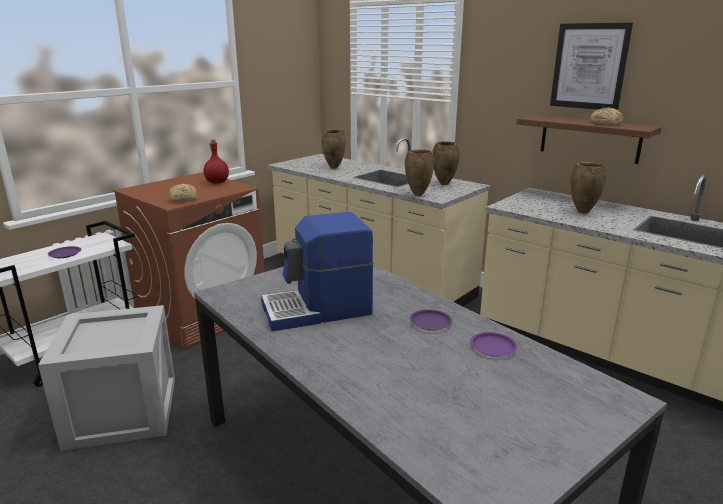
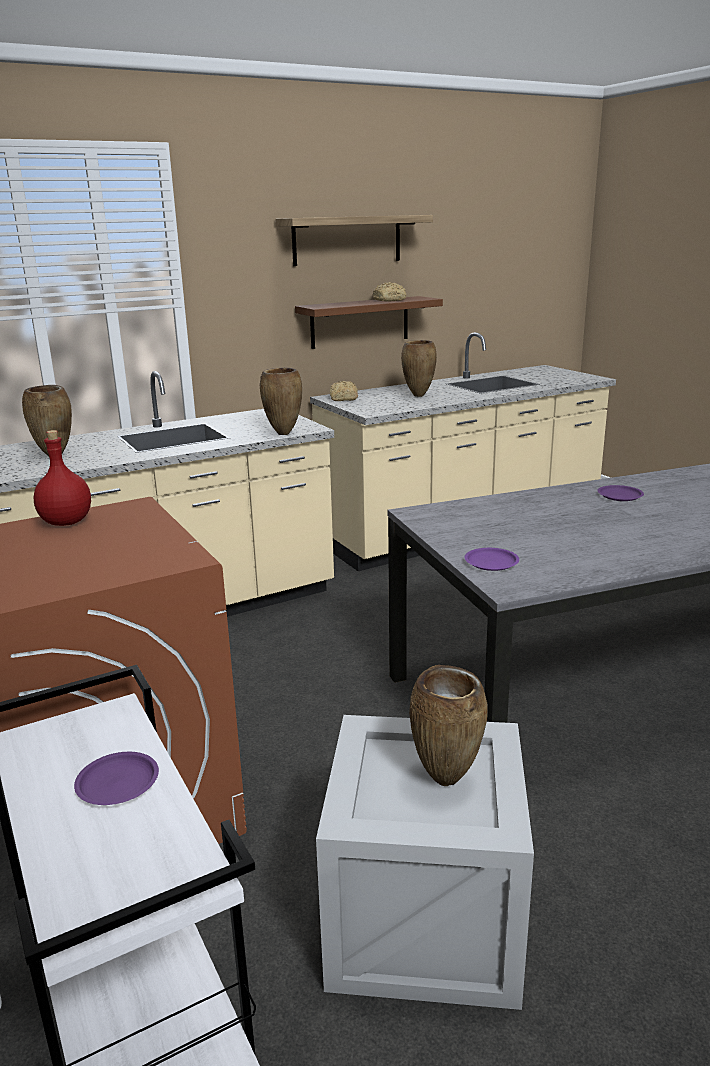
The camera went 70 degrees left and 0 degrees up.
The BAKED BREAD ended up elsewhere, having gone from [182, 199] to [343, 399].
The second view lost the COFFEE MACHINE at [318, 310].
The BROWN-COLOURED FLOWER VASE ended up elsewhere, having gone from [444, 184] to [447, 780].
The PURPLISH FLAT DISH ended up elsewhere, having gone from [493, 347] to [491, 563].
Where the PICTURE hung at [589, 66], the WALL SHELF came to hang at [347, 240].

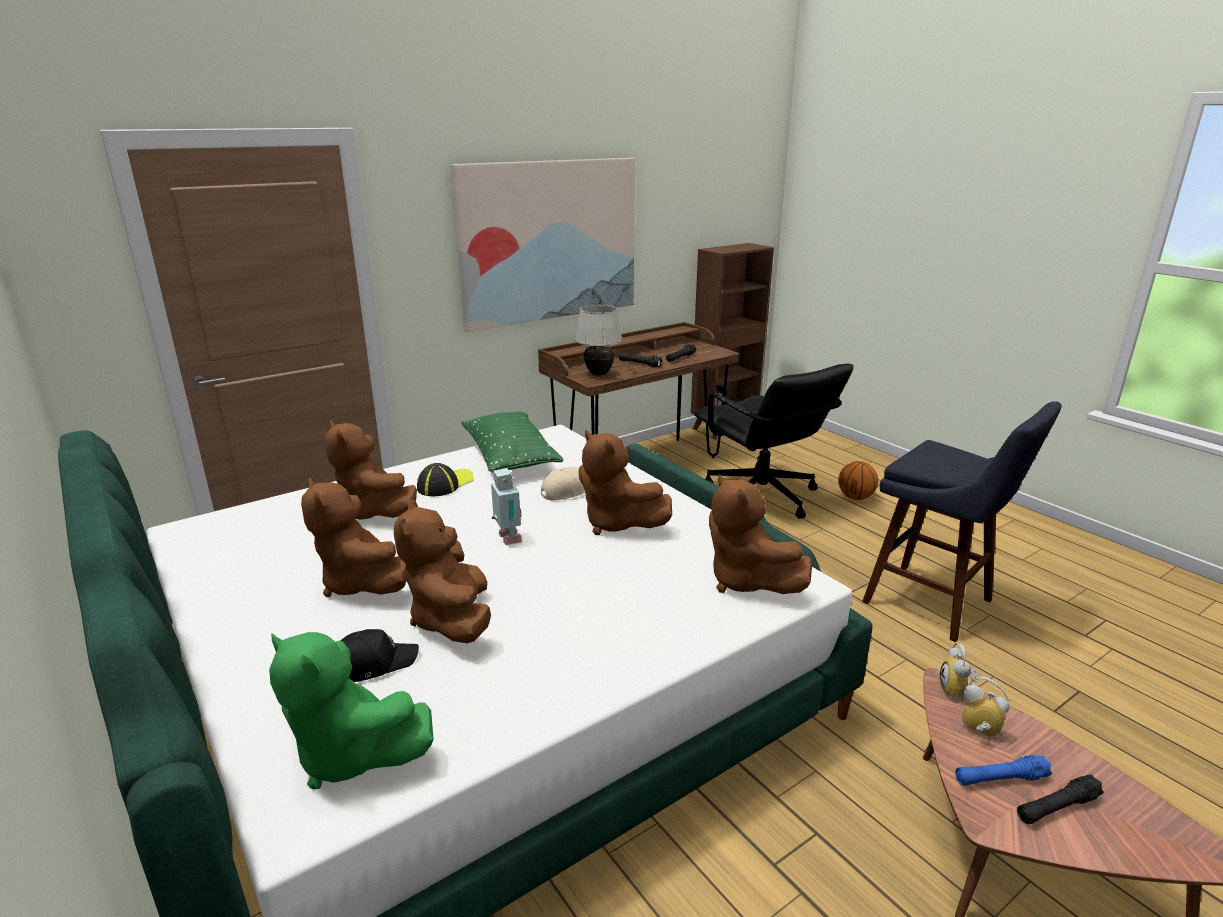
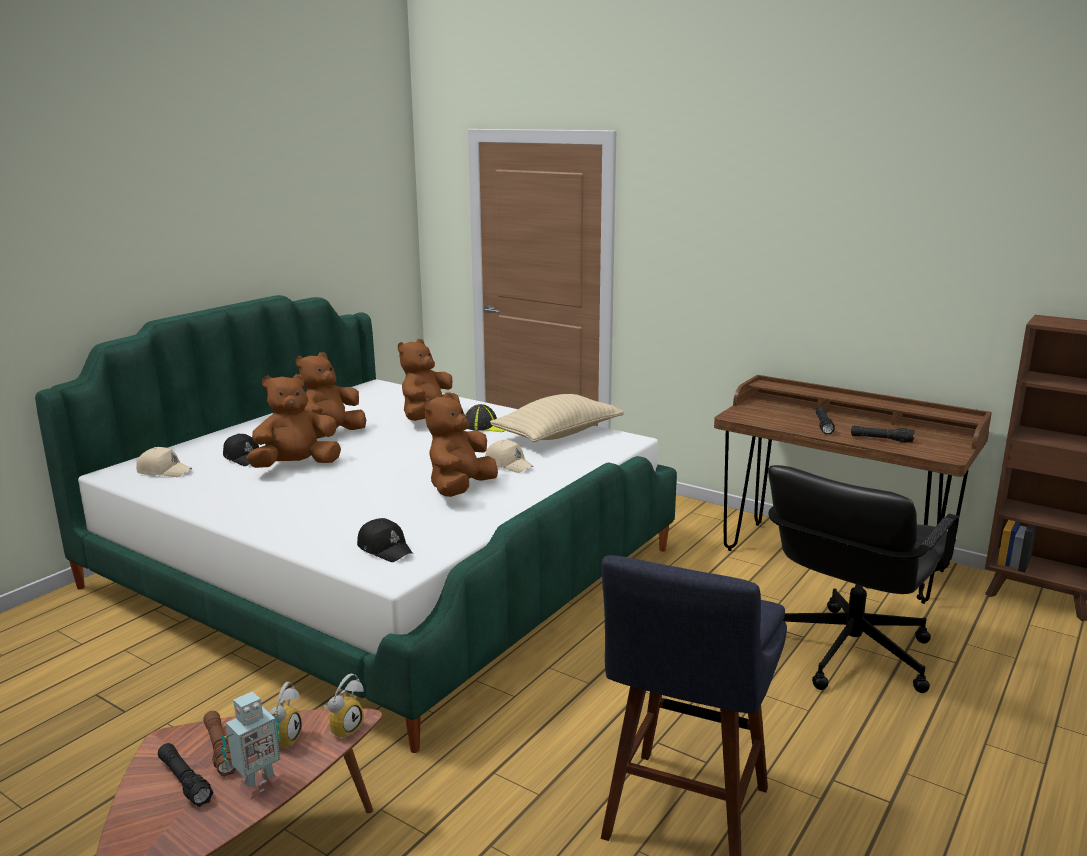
The camera went 70 degrees right and 5 degrees down.
Where the GREEN PLUSH TOY stood at [351, 754], the SAND-COLOURED BASEBALL CAP came to stand at [164, 471].
The second view lost the PICTURE at [549, 241].
What was the GREEN PILLOW at [510, 458] turned into the SAND-COLOURED PILLOW at [557, 435].
The TOY ROBOT ended up elsewhere, having gone from [508, 539] to [258, 785].
The second view lost the WHITISH TABLETOP LAMP at [598, 374].
Where the BROWN-COLOURED PLUSH TOY stood at [746, 581], the BLACKISH BASEBALL CAP came to stand at [385, 548].
The second view lost the BASKETBALL at [855, 497].
The TABLE CLOCK at [957, 692] ended up facing another way, 135 degrees clockwise from before.
What was the BLUE-COLOURED TORCH at [1000, 779] turned into the BROWN-COLOURED TORCH at [220, 749].

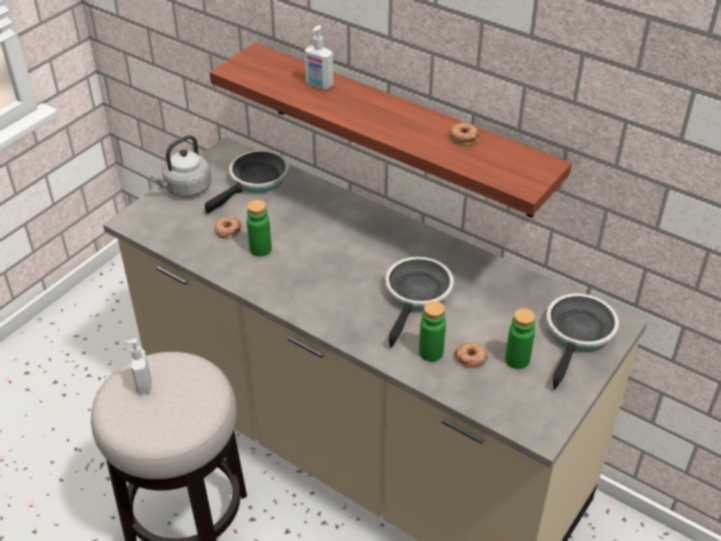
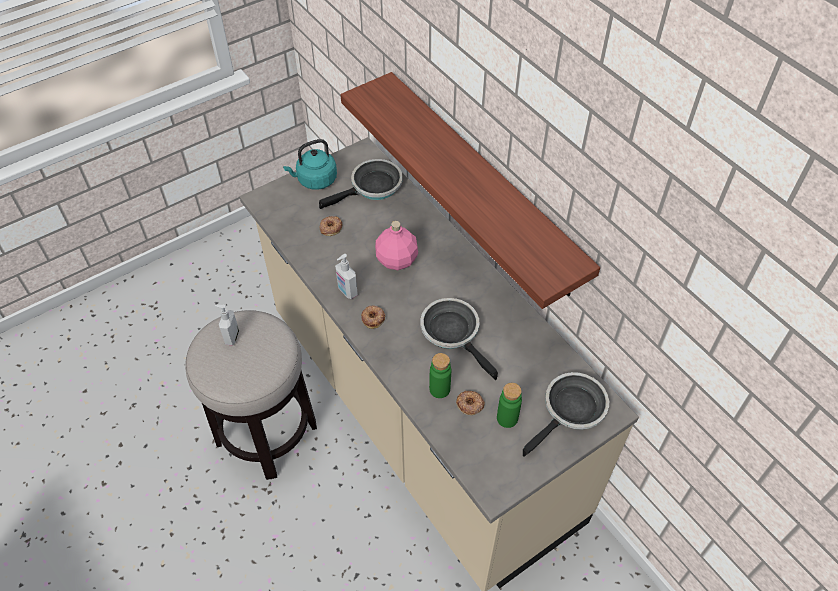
The camera went 20 degrees right and 10 degrees up.
What was the GREYISH WATER KETTLE at [186, 189] turned into the BLUE-GREEN WATER KETTLE at [315, 180].
The second view lost the GREEN BEVERAGE BOTTLE at [260, 249].
The SOAP BOTTLE ended up elsewhere, having gone from [319, 85] to [347, 291].
The SKILLET at [417, 295] ended up facing another way, 75 degrees counterclockwise from before.
The DOUGHNUT ended up elsewhere, having gone from [464, 137] to [373, 318].
The second view gained the PINK BEVERAGE BOTTLE at [397, 260].

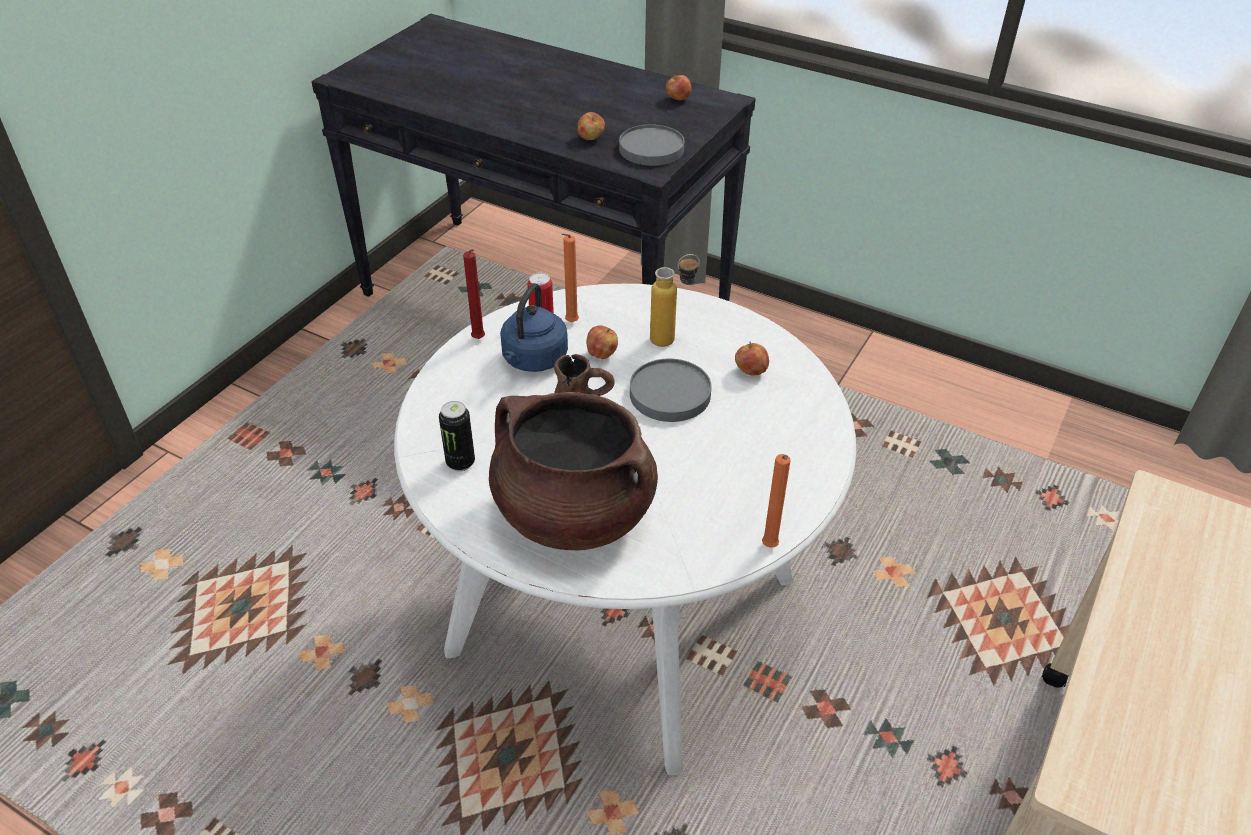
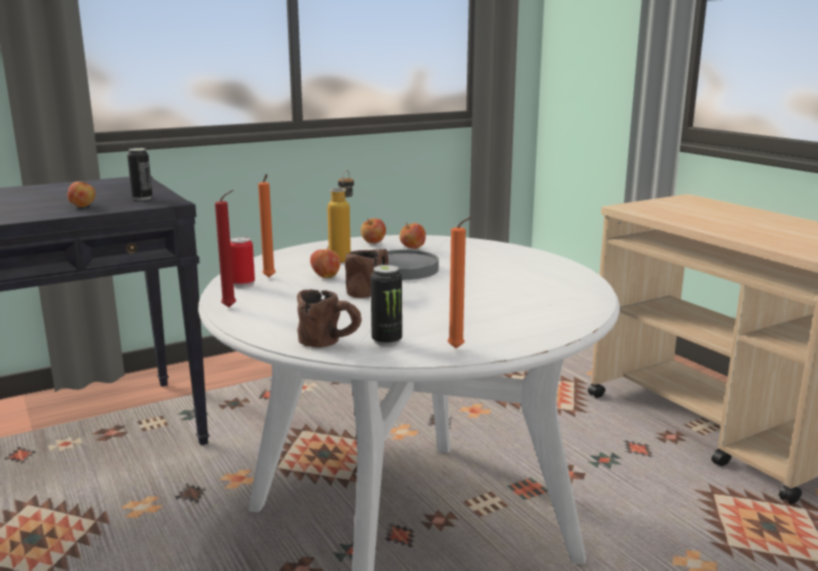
The camera went 60 degrees left and 25 degrees down.
The second view lost the BROWN-COLOURED SAUCEPOT at [573, 514].
The second view lost the BLUE-COLOURED WATER KETTLE at [533, 360].
Where the GREYISH FLAT DISH stood at [651, 149], the CAN came to stand at [142, 198].
The WHOLE APPLE ended up elsewhere, having gone from [678, 99] to [373, 243].
The ORANGE CANDLE ended up elsewhere, having gone from [769, 548] to [458, 349].
The second view gained the BROWN-COLOURED MUG at [331, 343].

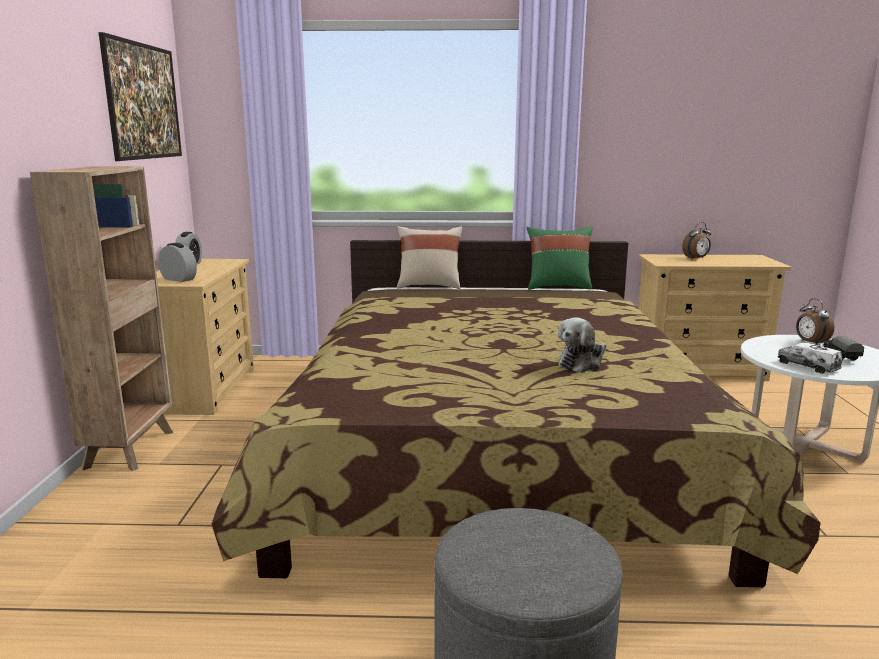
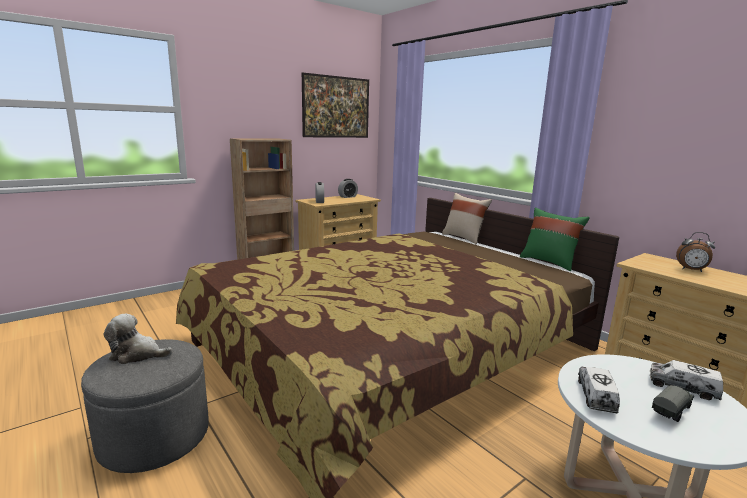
The camera went 50 degrees right and 0 degrees up.
The PLUSH TOY ended up elsewhere, having gone from [582, 363] to [137, 354].
Where the TABLE CLOCK stood at [810, 343], the MODEL TRUCK came to stand at [682, 387].

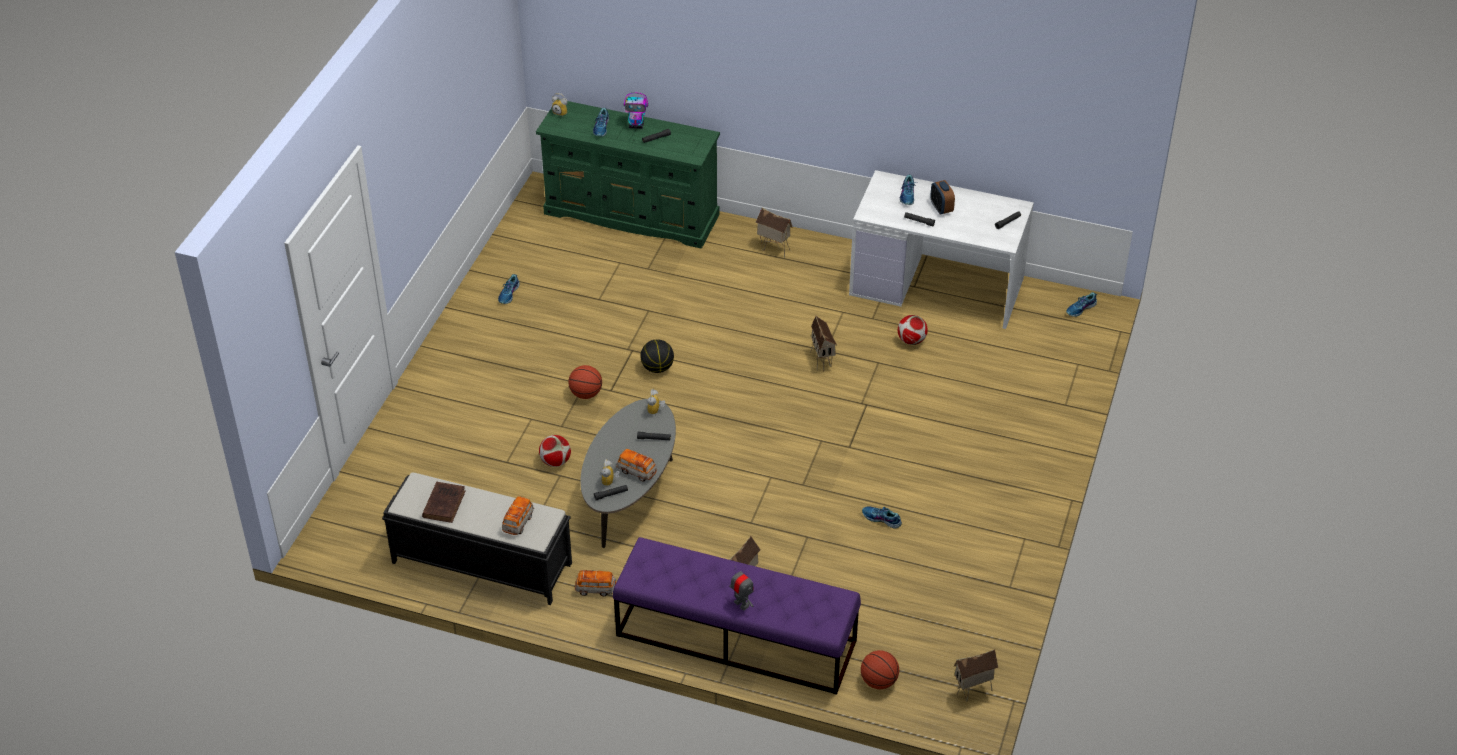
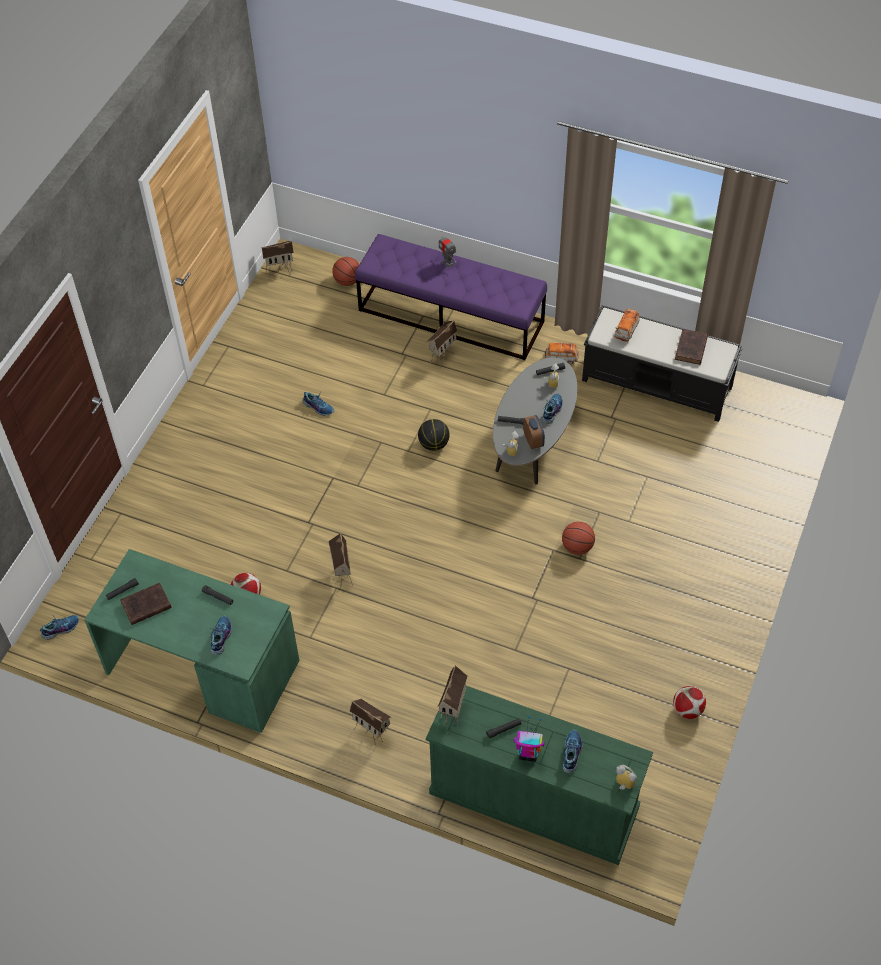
The camera went 175 degrees left and 10 degrees up.
The ITEM OF FOOTWEAR ended up elsewhere, having gone from [509, 294] to [551, 410].
The BALL FOR FOOTBALL ended up elsewhere, having gone from [555, 461] to [687, 710].
The second view lost the TOY CAR at [636, 471].
The BASKETBALL ended up elsewhere, having gone from [657, 368] to [434, 444].
What was the WHITISH DESK at [938, 286] turned into the GREEN DESK at [201, 668].
The TABLE CLOCK ended up elsewhere, having gone from [941, 208] to [533, 440].
The second view gained the BROWN-COLOURED BOUND BOOK at [145, 606].
The second view gained the MINIATURE HOUSE at [453, 710].

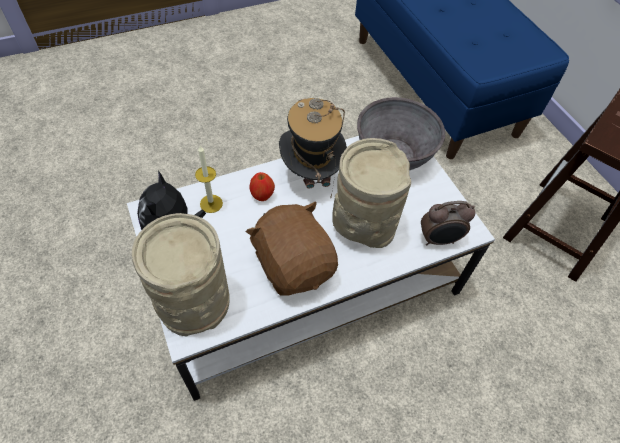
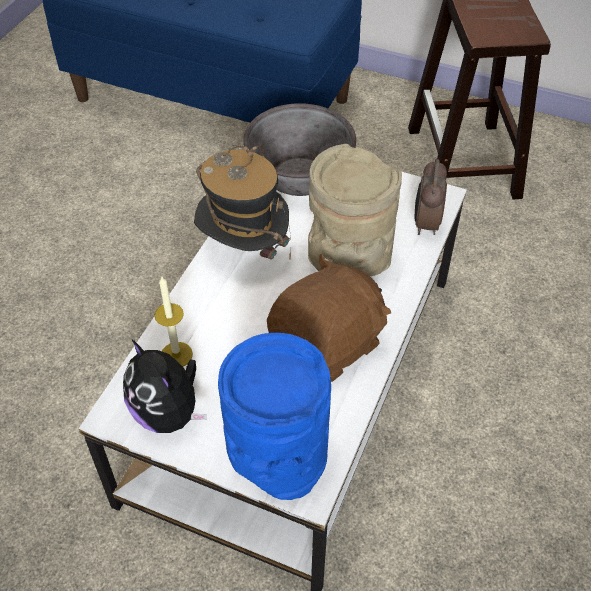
The camera went 40 degrees left and 5 degrees down.
What was the SAND-COLOURED FLOWER VASE at [194, 301] turned into the BLUE-COLOURED FLOWER VASE at [276, 456].
The BROWN-COLOURED PLUSH TOY at [293, 264] ended up facing another way, 120 degrees clockwise from before.
The second view lost the WHOLE APPLE at [262, 195].
The TABLE CLOCK at [439, 240] ended up facing another way, 150 degrees clockwise from before.

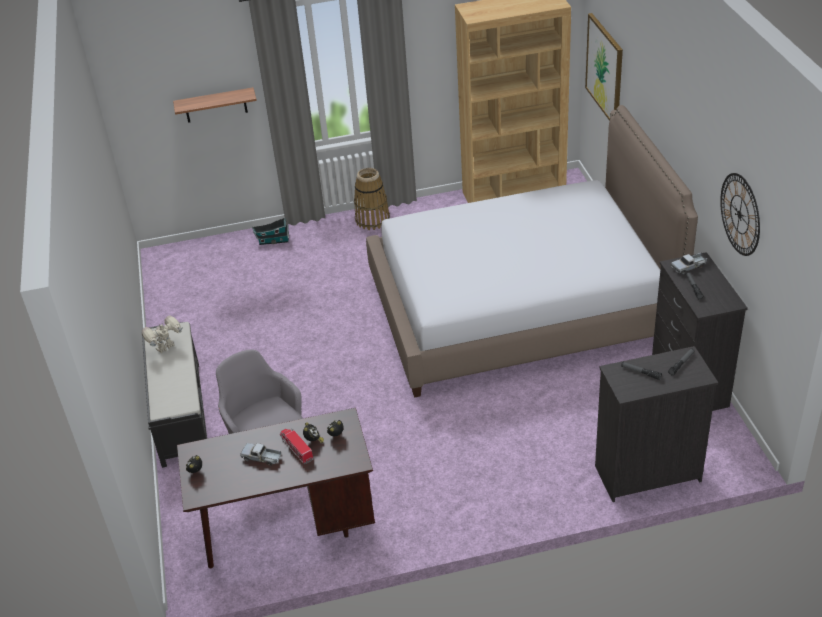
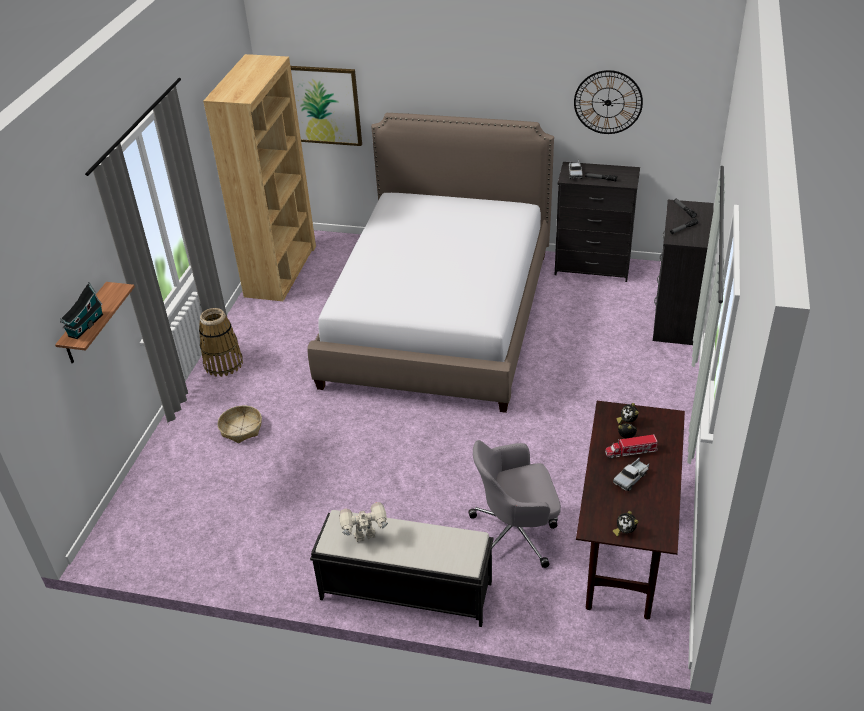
The camera went 65 degrees left and 0 degrees up.
The TOY ROBOT at [166, 348] ended up facing another way, 90 degrees clockwise from before.
The MINIATURE HOUSE ended up elsewhere, having gone from [272, 241] to [84, 326].
The second view gained the BASKET at [241, 429].

